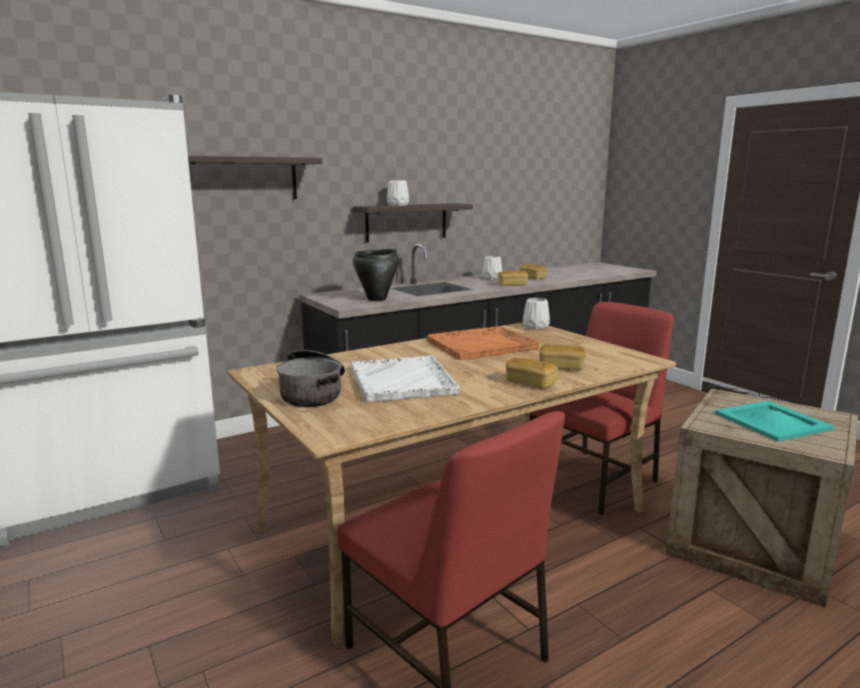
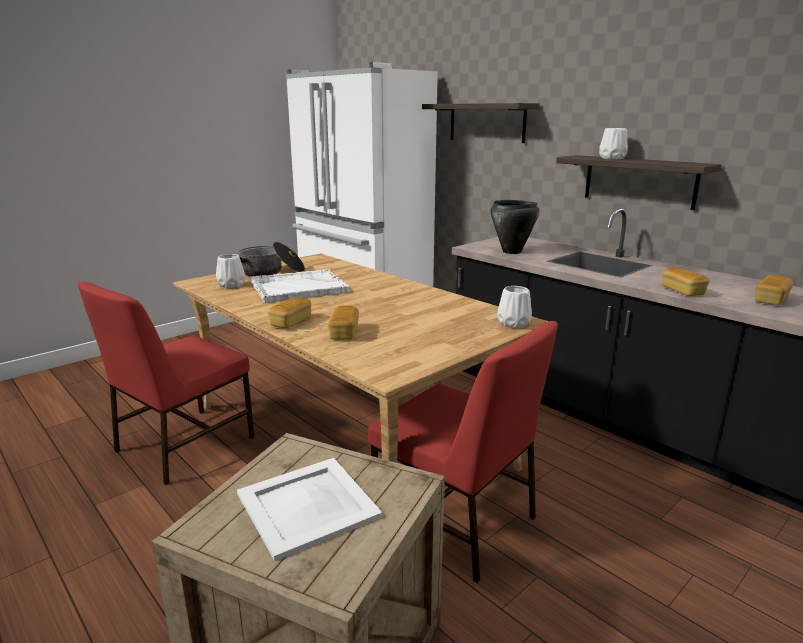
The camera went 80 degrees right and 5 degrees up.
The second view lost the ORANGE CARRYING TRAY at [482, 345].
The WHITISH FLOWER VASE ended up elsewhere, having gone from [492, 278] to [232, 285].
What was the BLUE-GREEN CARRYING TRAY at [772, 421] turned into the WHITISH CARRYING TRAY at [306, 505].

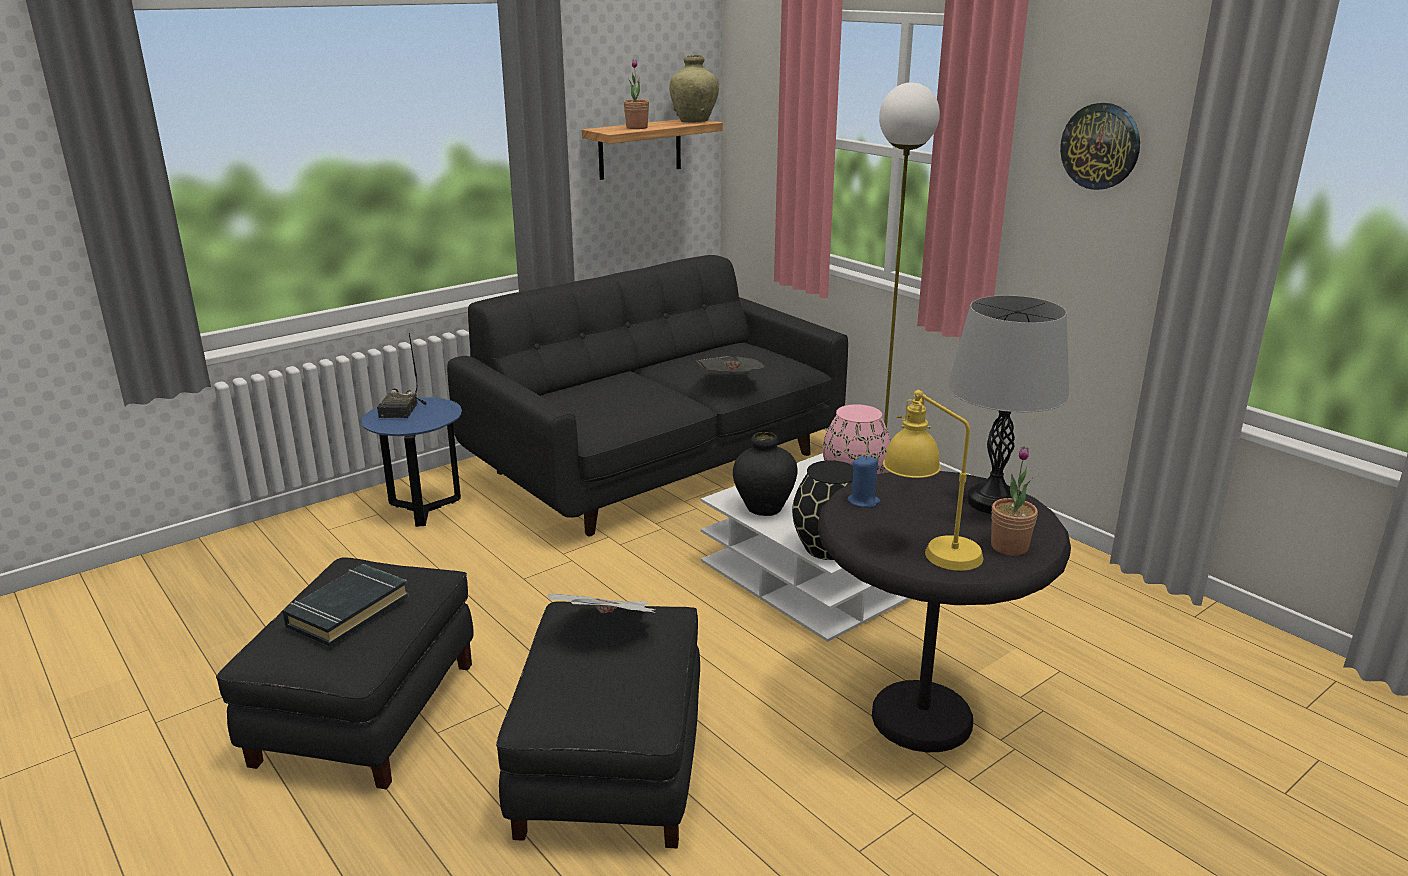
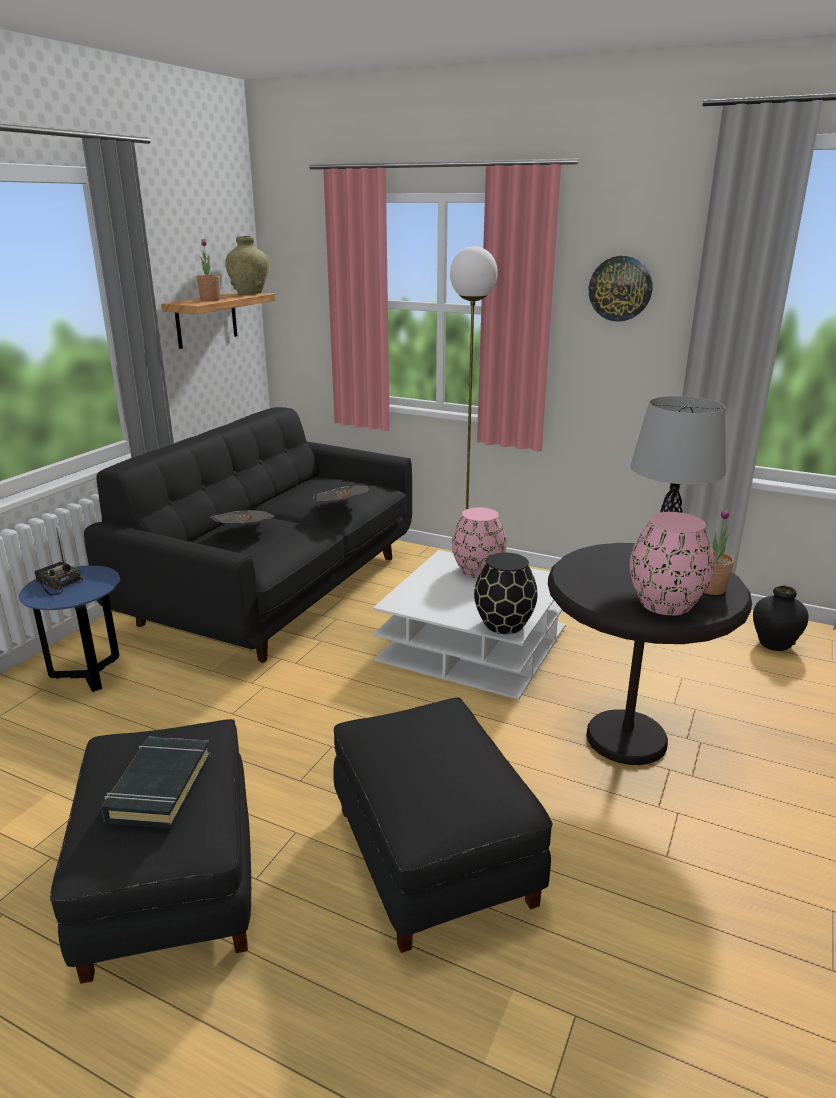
The camera went 25 degrees left and 0 degrees up.
The RADIO RECEIVER at [403, 410] ended up facing another way, 150 degrees clockwise from before.
The PRINTED PAPER ended up elsewhere, having gone from [608, 627] to [245, 533].
The BLACKISH FLOWER VASE ended up elsewhere, having gone from [764, 508] to [774, 644].
The second view lost the BLUE-COLOURED CANDLE at [863, 501].
Where the YELLOW TABLETOP LAMP stood at [928, 551], the PINK FLOWER VASE came to stand at [664, 604].

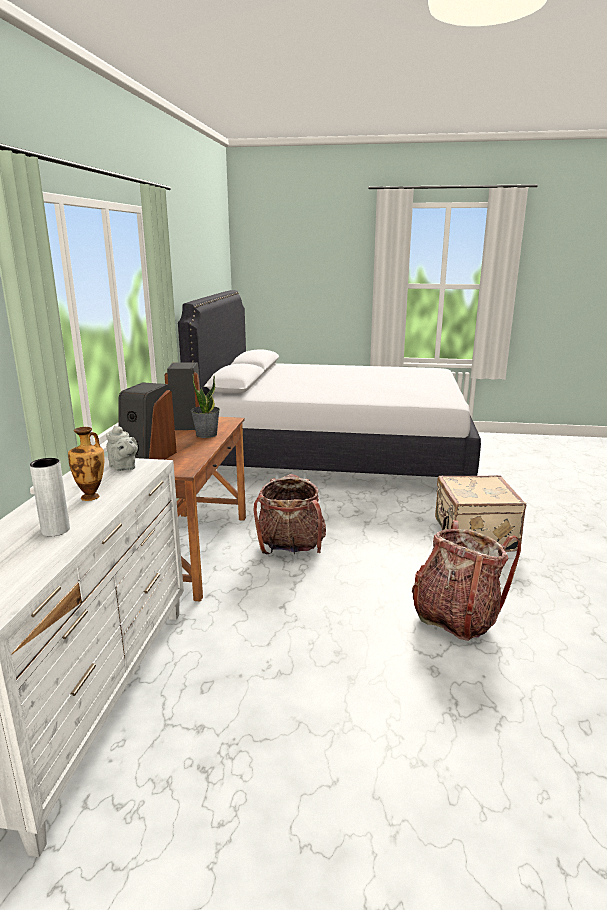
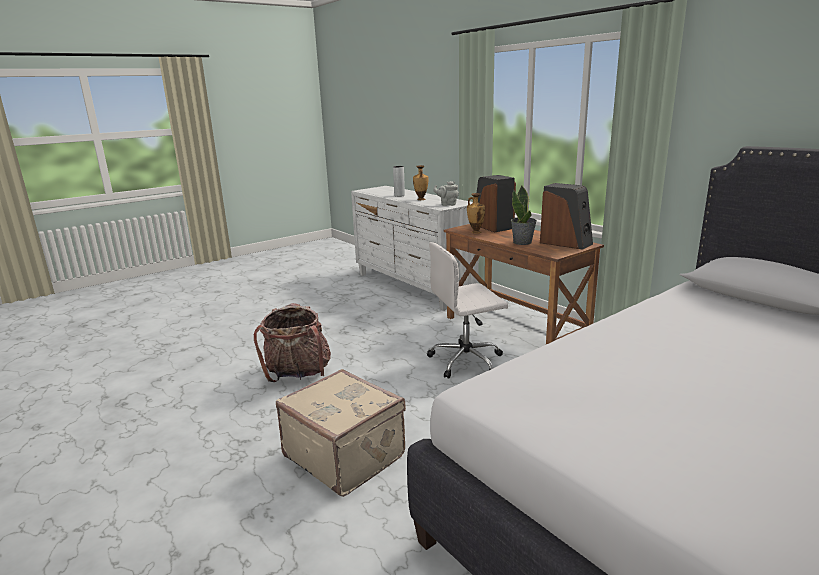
The camera went 135 degrees right and 0 degrees up.
Where the KNAPSACK stood at [291, 548], the WHITISH OFFICE CHAIR came to stand at [467, 361].
The second view gained the FLOWER VASE at [475, 232].

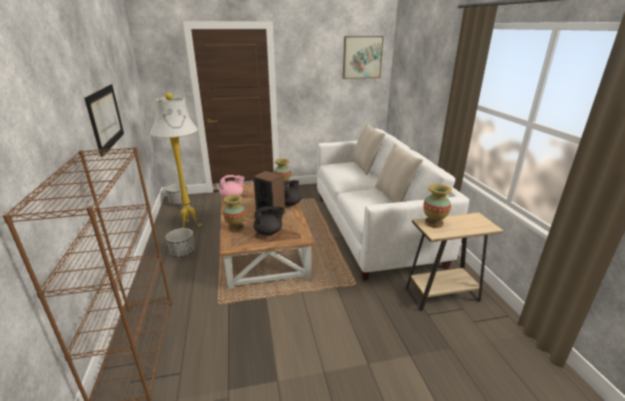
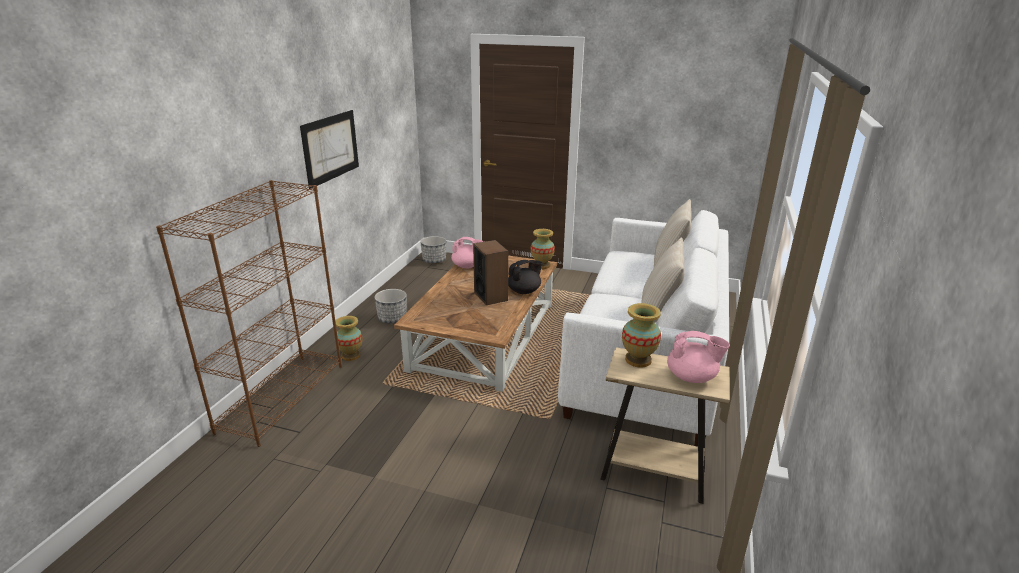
The camera went 30 degrees right and 0 degrees up.
The second view lost the WHITISH STANDARD LAMP at [191, 226].
The FLOWER VASE ended up elsewhere, having gone from [235, 227] to [350, 355].
The second view lost the BLACKISH POT FOR TEA at [269, 232].
The second view lost the PICTURE at [362, 57].
The second view gained the PINK POT FOR TEA at [692, 377].

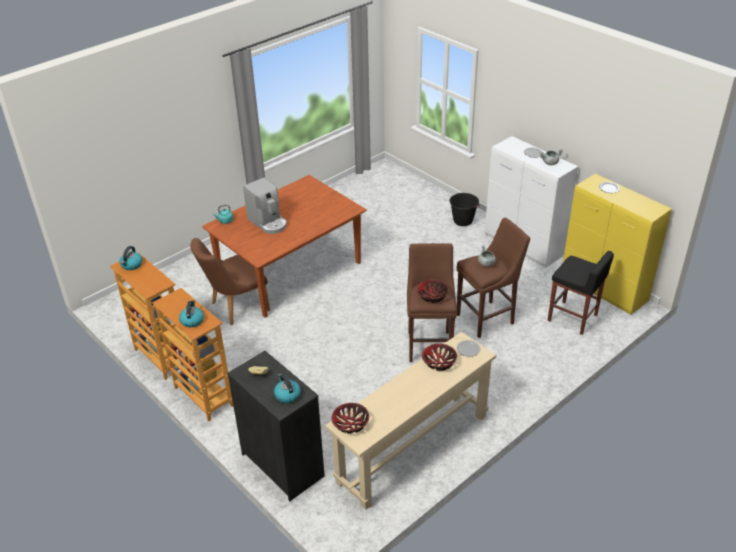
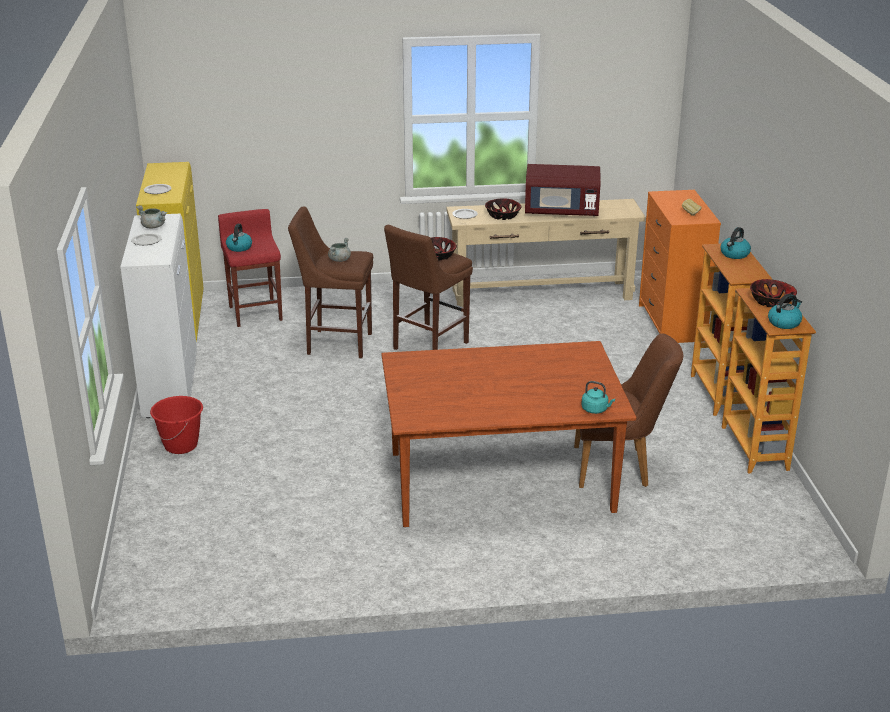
The camera went 145 degrees left and 10 degrees down.
What was the BLACKISH DRESSER at [283, 465] turned into the ORANGE DRESSER at [671, 323].
The second view lost the COFFEE MACHINE at [268, 222].
The WATER KETTLE ended up elsewhere, having gone from [287, 395] to [239, 247].
The SERVING BOWL ended up elsewhere, having gone from [350, 424] to [771, 302].
What was the BLACKISH WATER BUCKET at [462, 221] turned into the RED WATER BUCKET at [181, 445].
What was the BLACKISH STOOL at [573, 318] turned into the RED STOOL at [255, 313].
The second view gained the RED MICROWAVE at [561, 211].

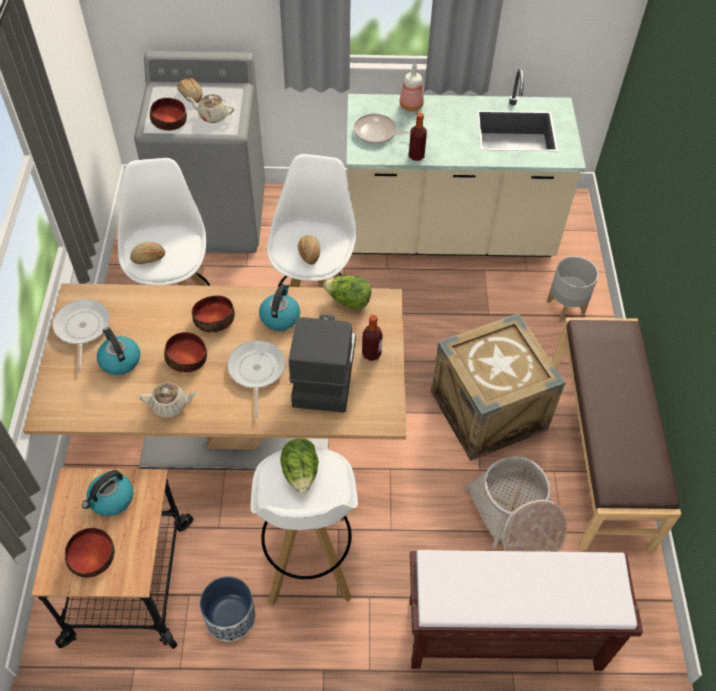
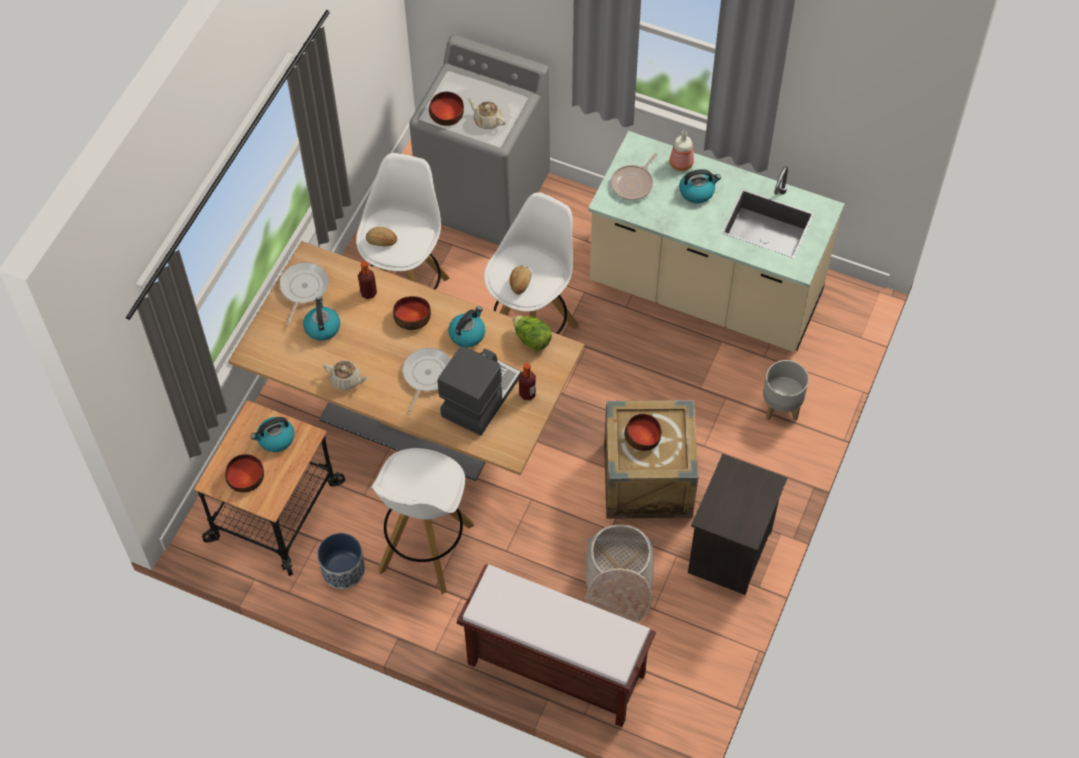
The camera went 25 degrees right and 5 degrees up.
The SERVING BOWL ended up elsewhere, having gone from [187, 358] to [643, 437].
The second view lost the BAKED BREAD at [190, 95].
The second view lost the LETTUCE HEAD at [301, 473].
The SKILLET at [377, 133] ended up facing another way, 90 degrees counterclockwise from before.
The BEVERAGE BOTTLE ended up elsewhere, having gone from [416, 156] to [368, 293].
Where the BROWN-COLOURED INDOOR BENCH stood at [600, 450], the BLACKISH NIGHT TABLE came to stand at [731, 553].
The second view gained the WATER KETTLE at [697, 191].

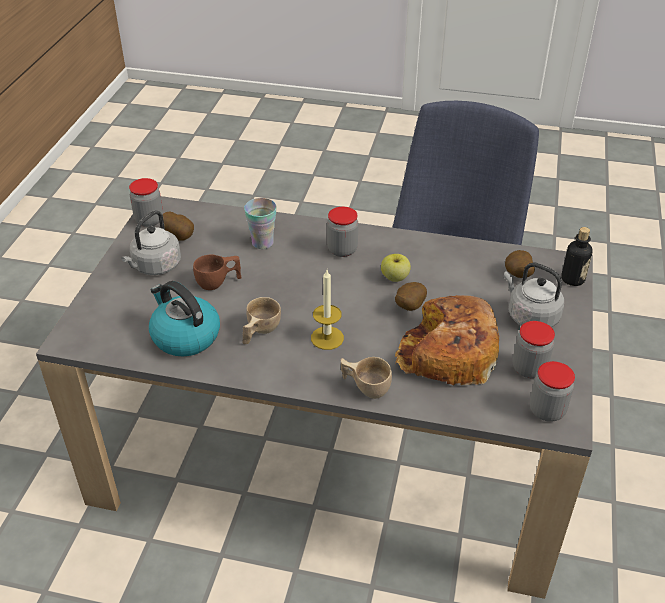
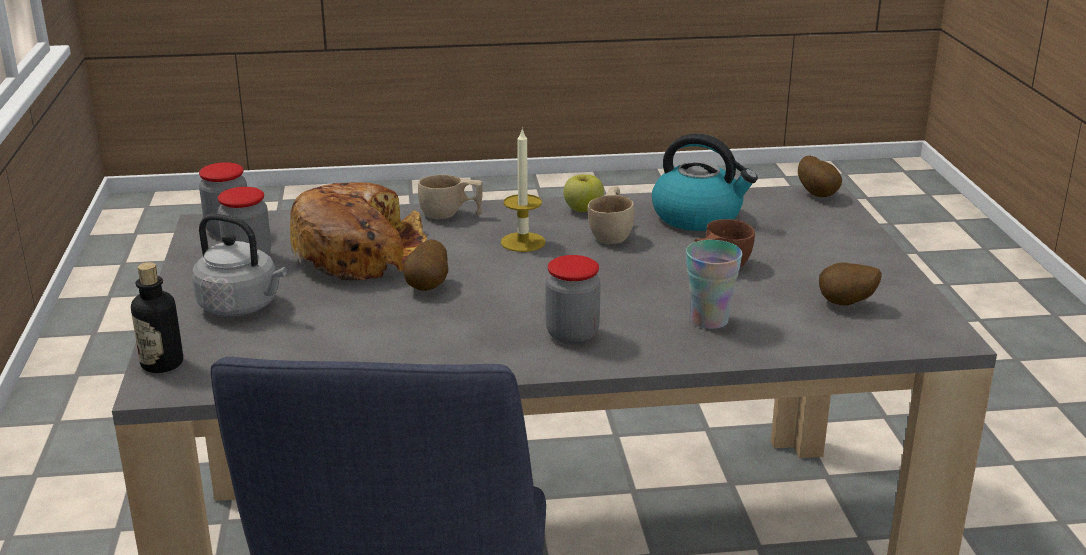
The camera went 160 degrees right and 15 degrees down.
The second view lost the GREYISH WATER KETTLE at [155, 267].
The second view lost the JAR at [149, 220].
The WHOLE APPLE ended up elsewhere, having gone from [395, 278] to [583, 209].
The SPUD ended up elsewhere, having gone from [517, 276] to [818, 194].

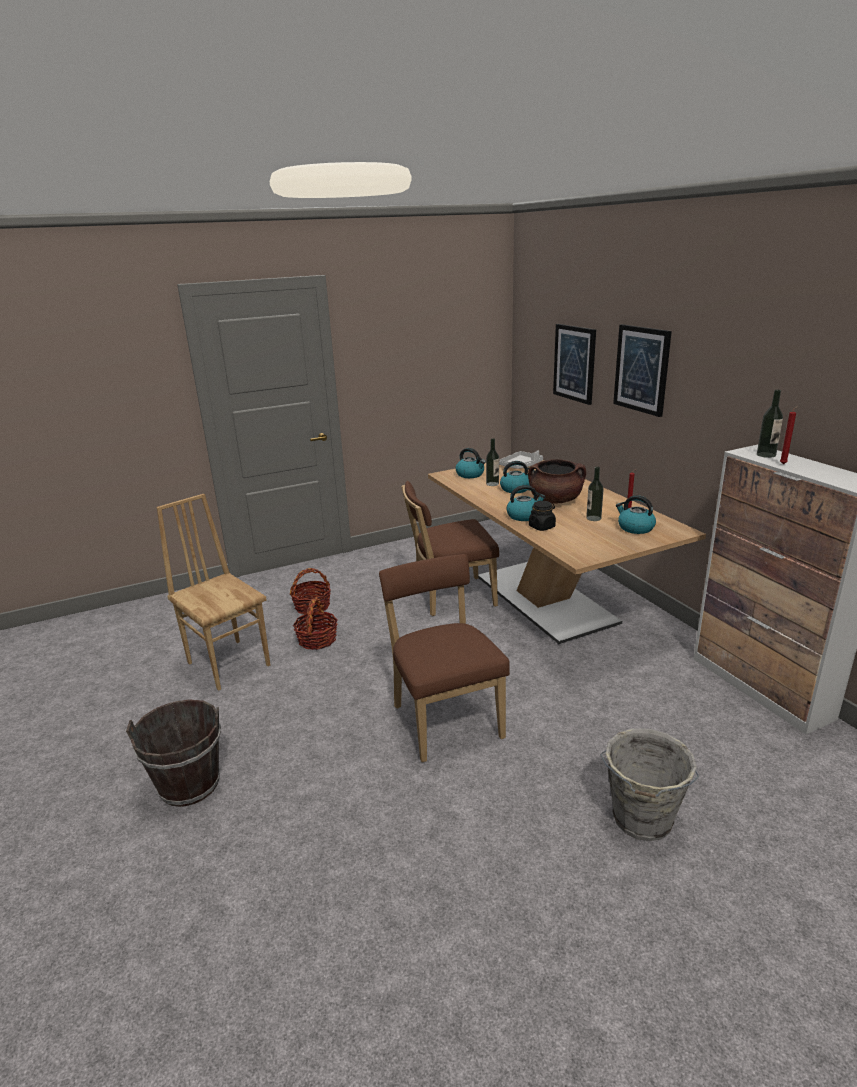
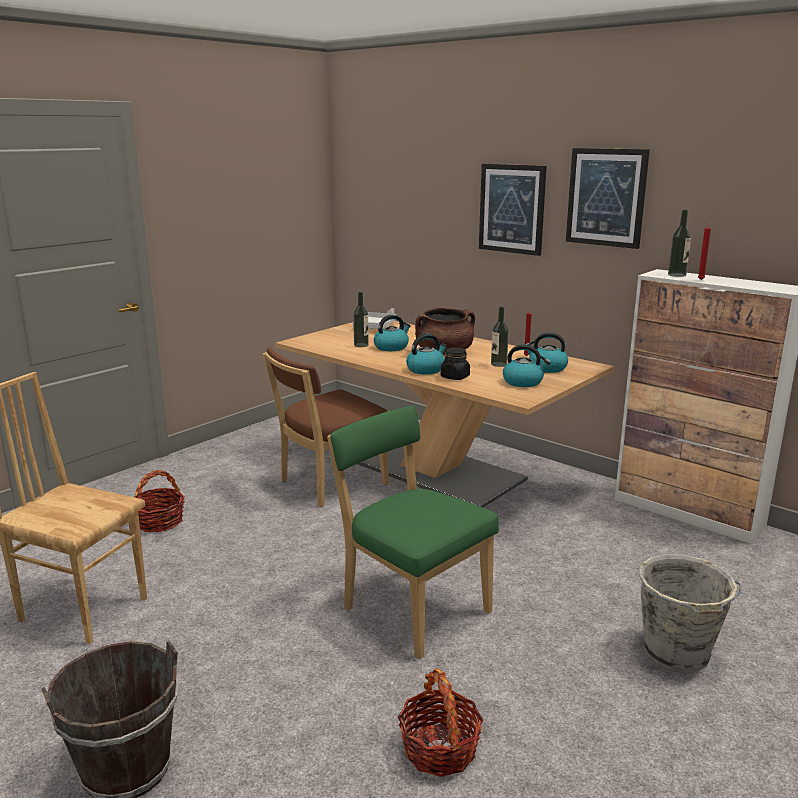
The camera went 25 degrees left and 5 degrees down.
The BASKET ended up elsewhere, having gone from [317, 640] to [440, 749].
What was the BROWN-COLOURED UPRIGHT CHAIR at [445, 718] turned into the GREEN UPRIGHT CHAIR at [411, 607].
The WATER KETTLE ended up elsewhere, having gone from [470, 474] to [523, 382].
The PICTURE ended up elsewhere, having gone from [574, 363] to [606, 197].

